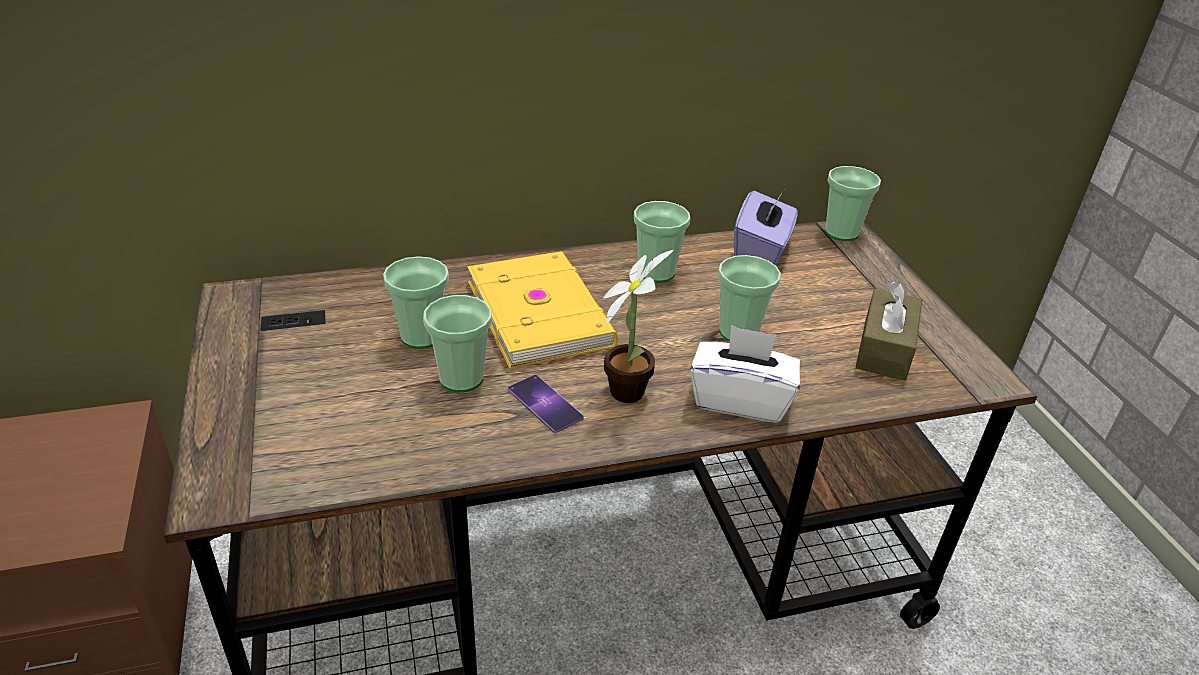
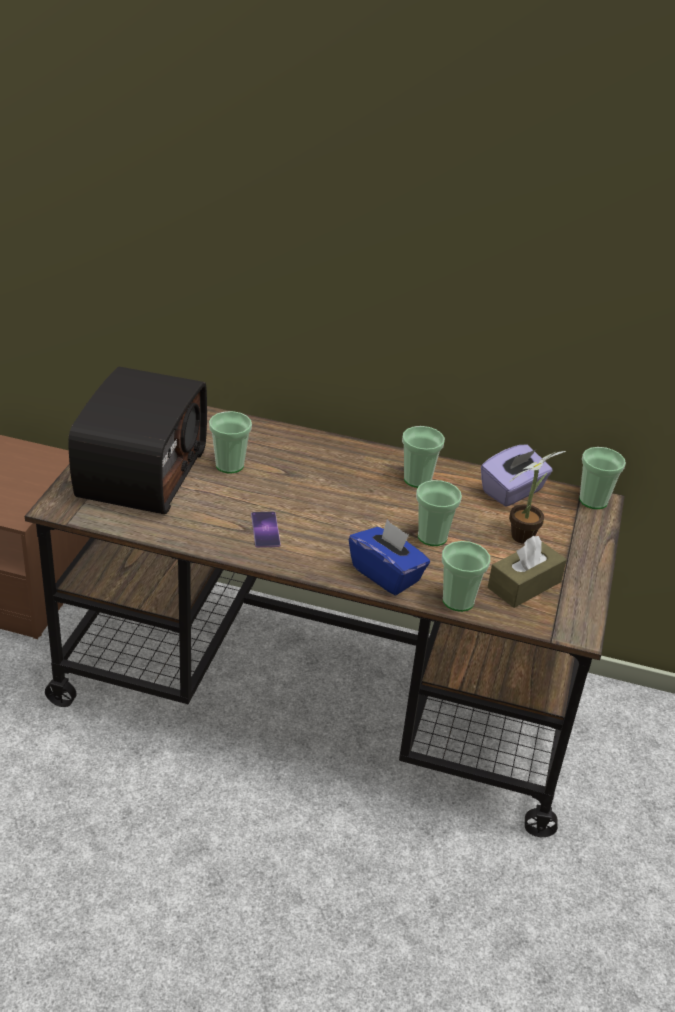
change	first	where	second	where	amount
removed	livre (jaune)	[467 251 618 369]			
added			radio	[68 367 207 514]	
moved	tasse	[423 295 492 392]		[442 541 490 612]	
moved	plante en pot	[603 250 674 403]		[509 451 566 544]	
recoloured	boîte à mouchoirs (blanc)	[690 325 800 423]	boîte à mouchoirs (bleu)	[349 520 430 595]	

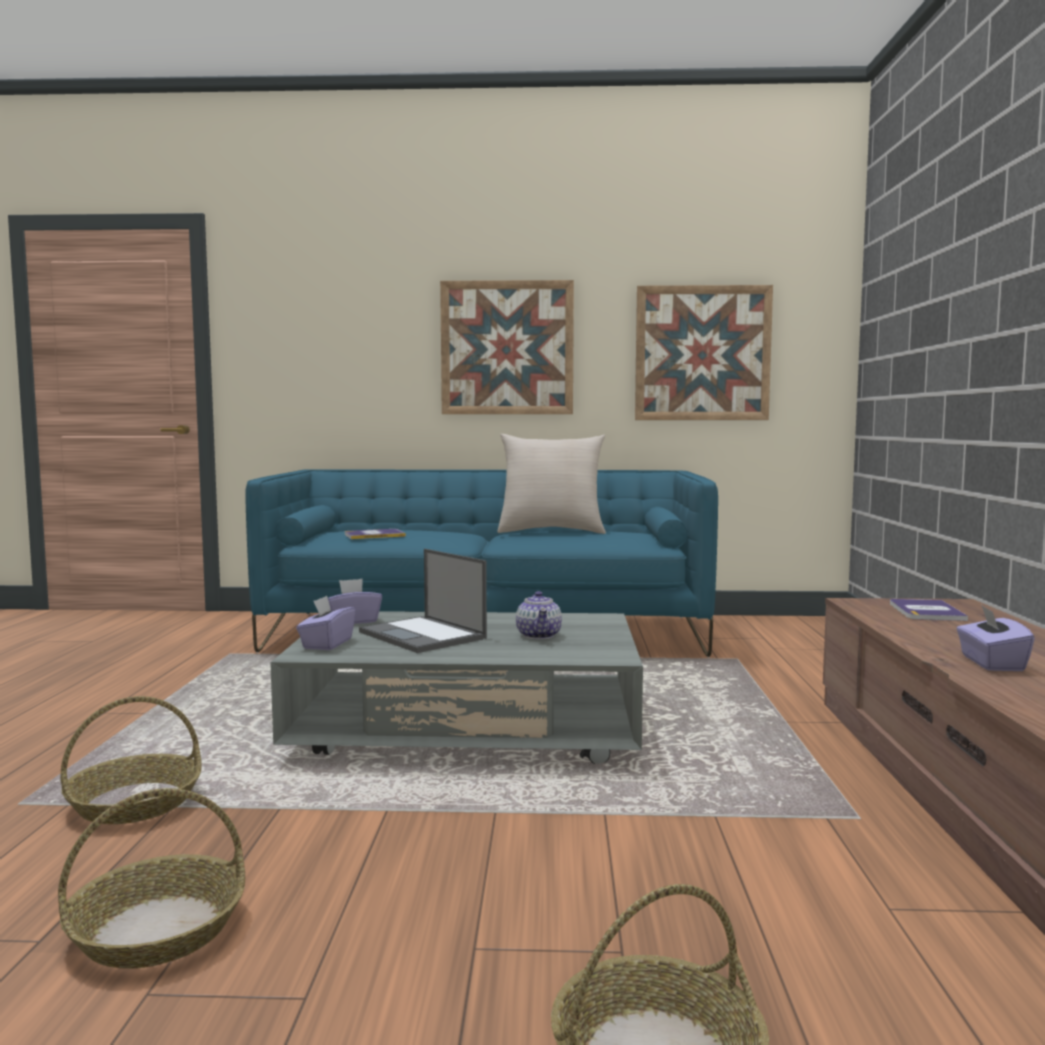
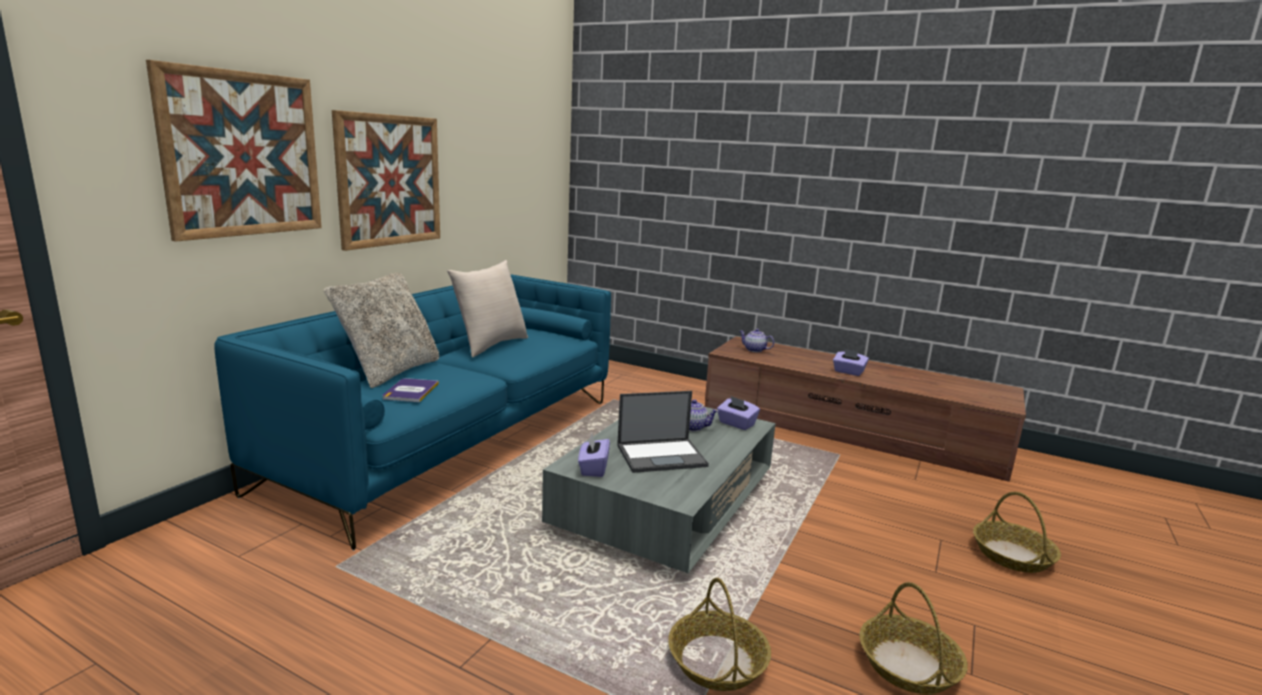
change	first	where	second	where	amount
added			coussin (beige)	[324 273 439 388]	
moved	boîte à mouchoirs (violet)	[296 596 356 650]		[717 396 760 430]	
moved	tableau	[635 285 773 420]		[146 60 322 242]	
replaced	livre	[890 599 968 621]	théière	[739 329 774 352]	

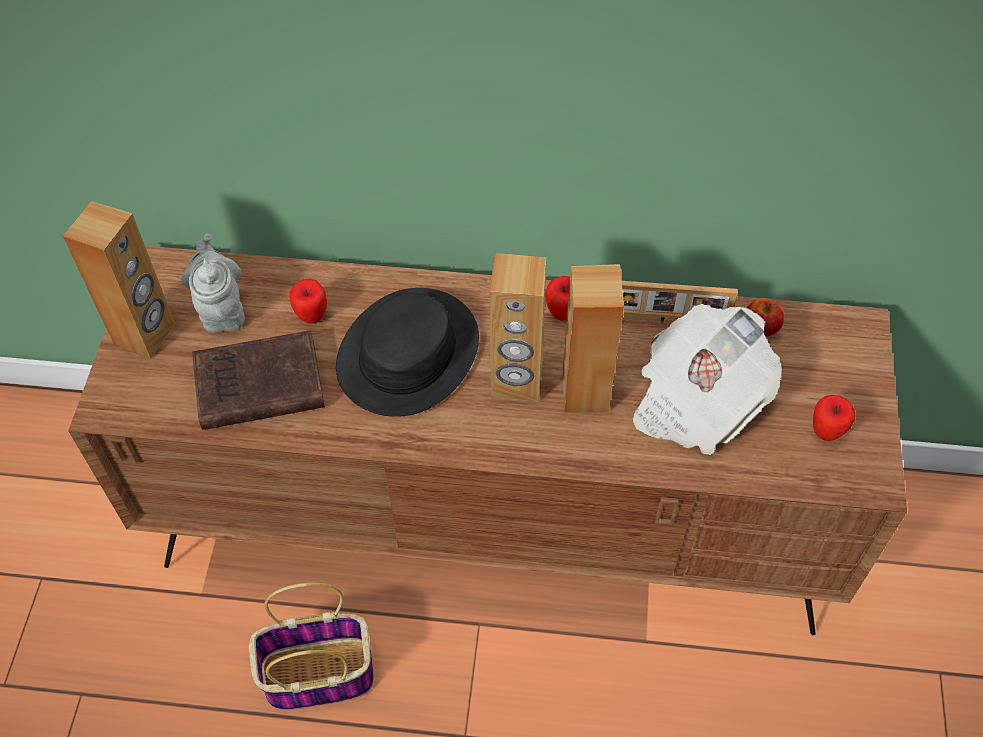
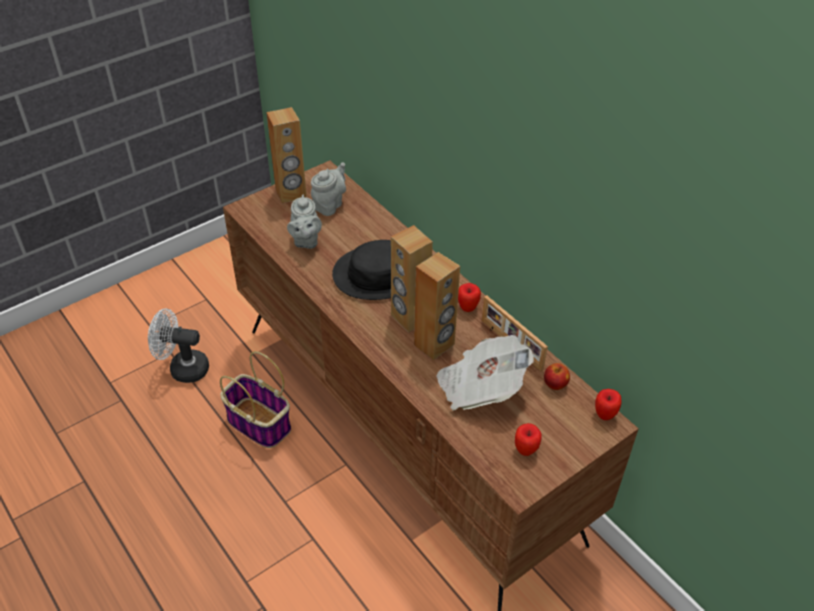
change	first	where	second	where	amount
added			ventilateur (blanc)	[148 309 209 383]	
moved	pomme	[289 279 327 324]		[595 389 622 420]	
replaced	livre (marron)	[192 330 325 430]	théière (gris)	[287 195 322 249]	

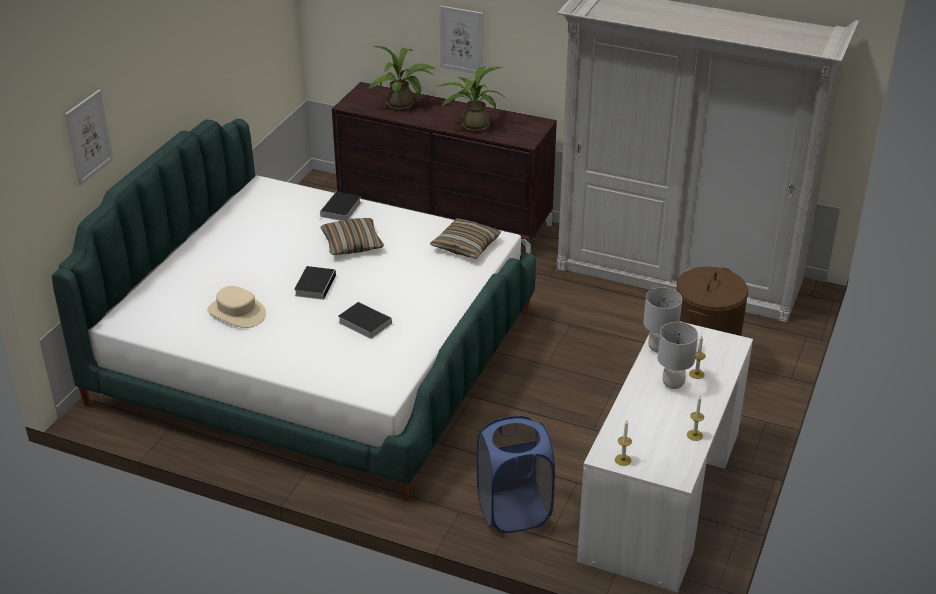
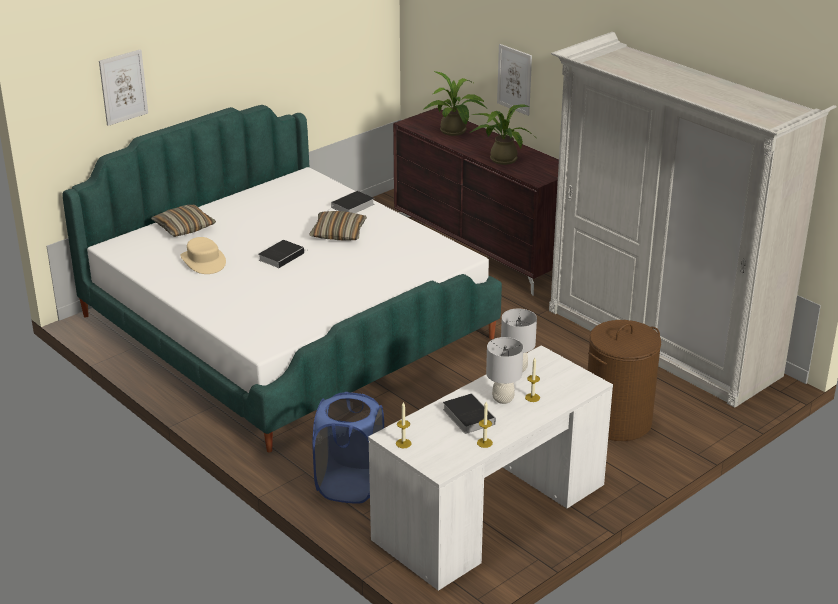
change	first	where	second	where	amount
moved	livre	[338 302 392 339]		[443 393 495 434]	
moved	coussin	[430 218 501 259]		[151 205 216 237]	

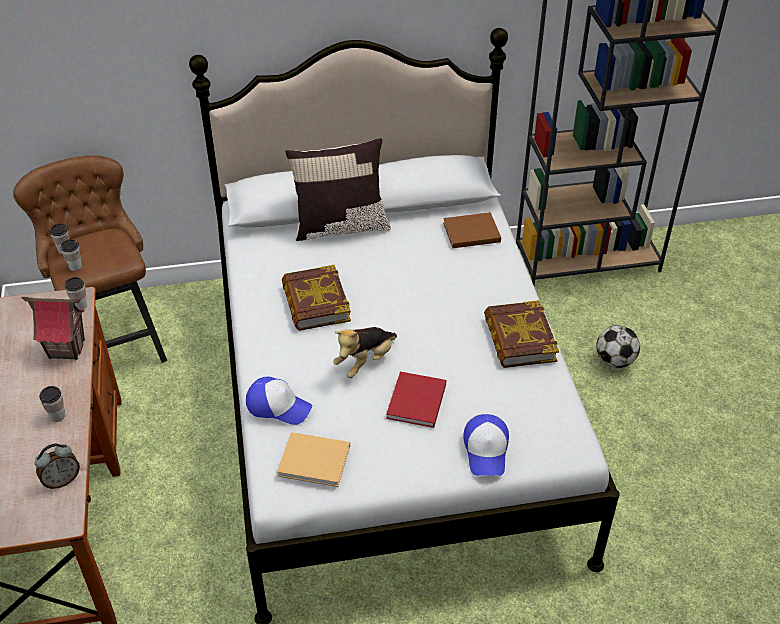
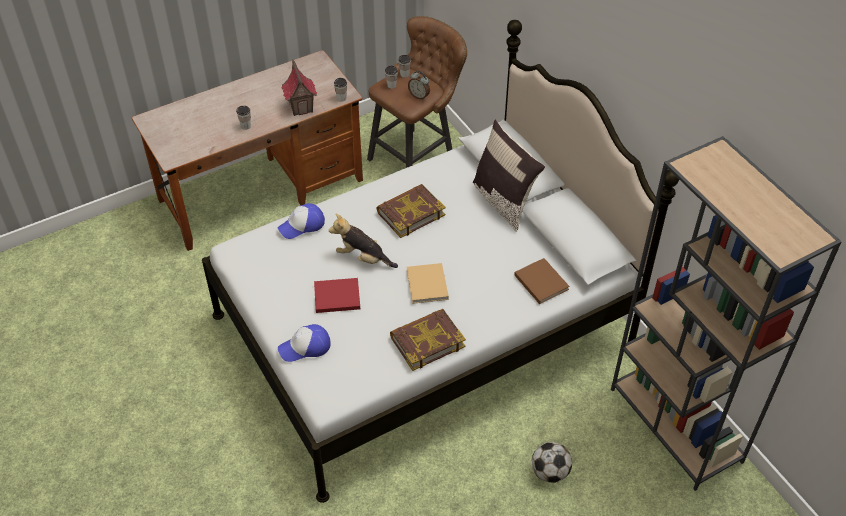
change	first	where	second	where	amount
moved	réveil	[35 444 80 489]		[408 71 430 100]	
moved	livre (beige)	[277 432 350 487]		[407 263 449 304]	
turned	casquette	[246 377 312 425]		[278 203 325 239]	60 degrees clockwise

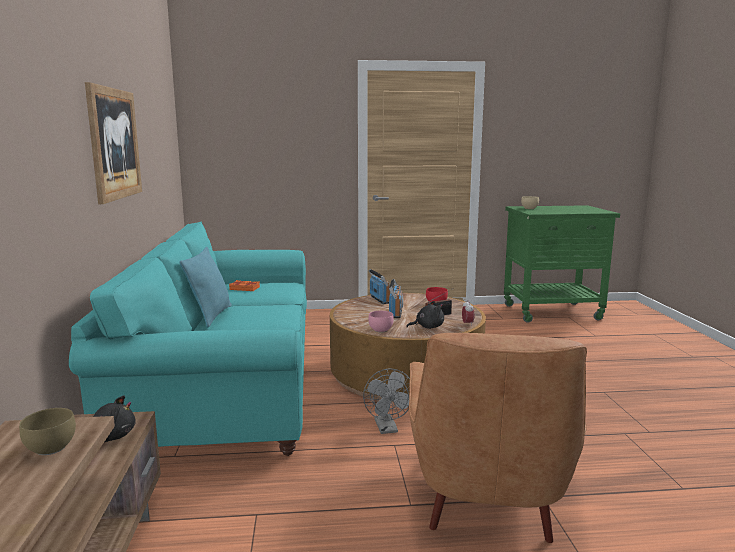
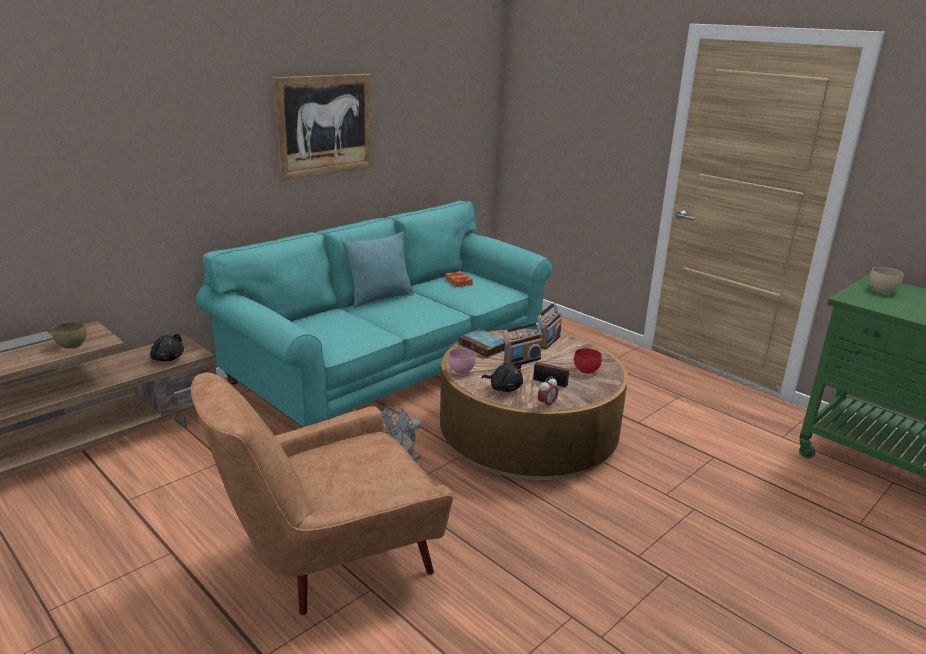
change	first	where	second	where	amount
added			livre	[459 329 505 358]	

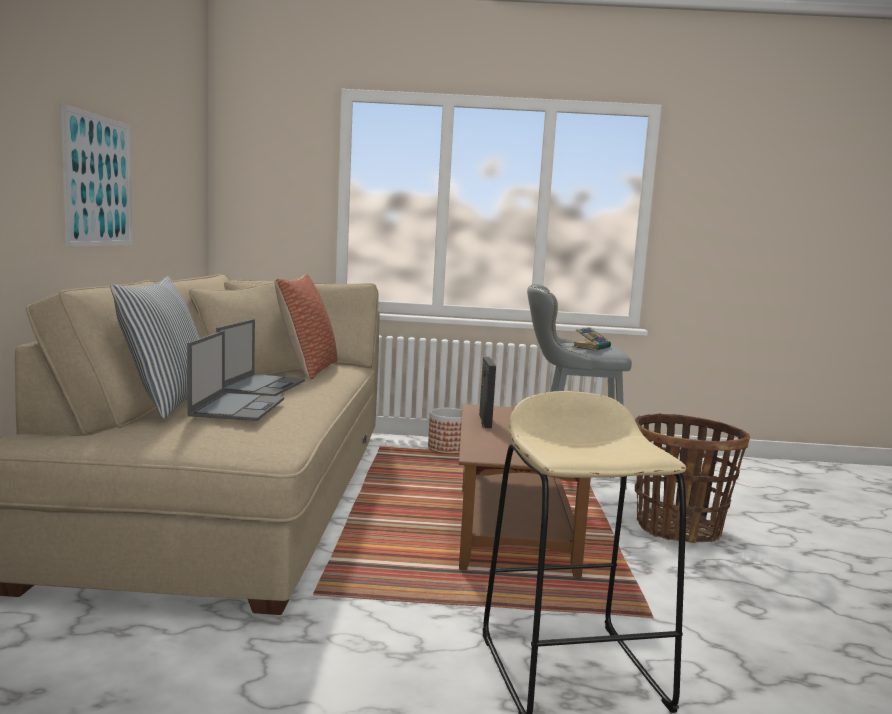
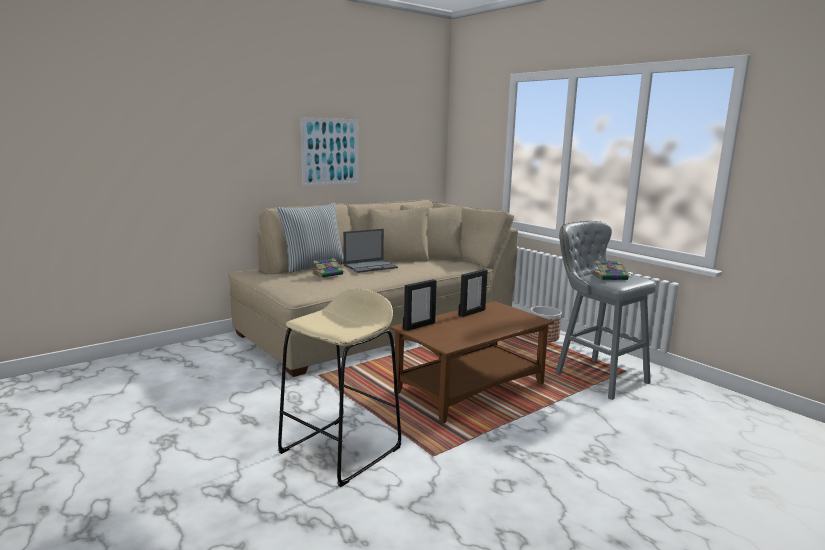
change	first	where	second	where	amount
removed	coussin	[275 274 338 380]			
removed	panier	[635 413 750 543]			
added			cadre photo	[403 279 437 331]	
replaced	ordinateur portable	[187 330 284 421]	livre	[313 258 344 278]	

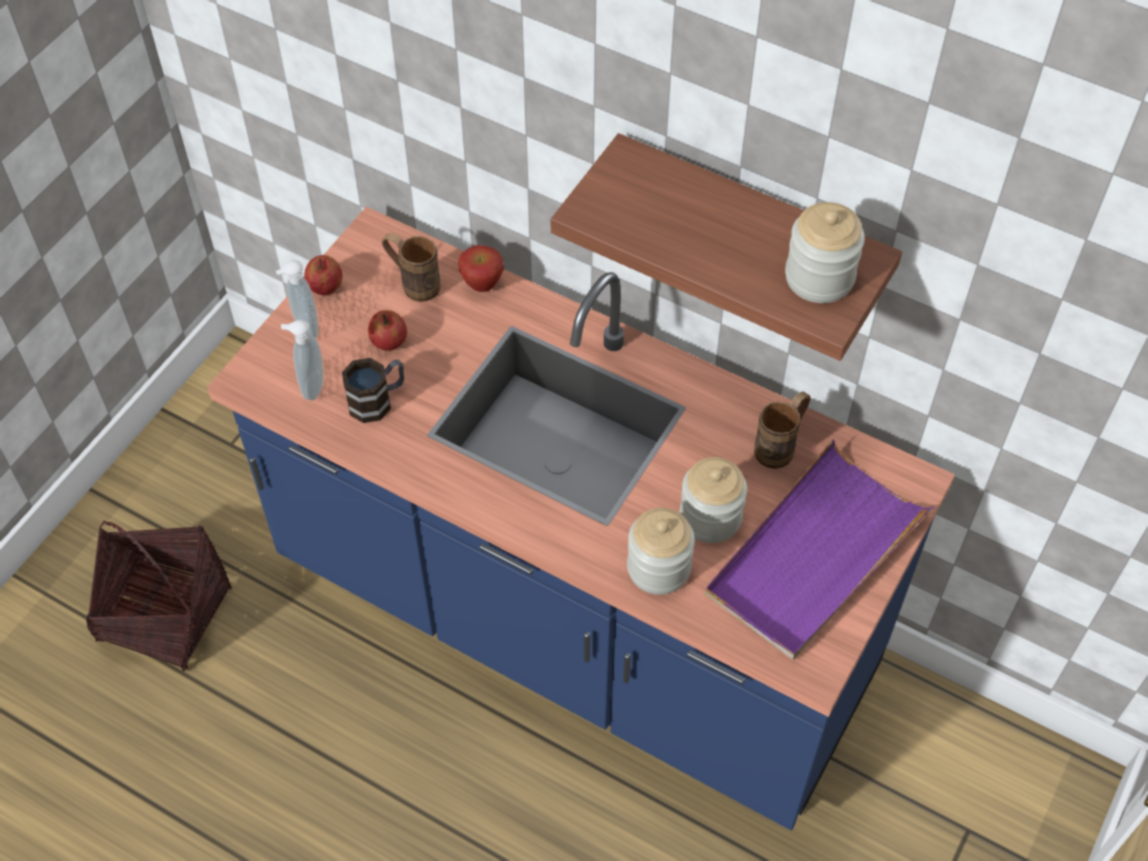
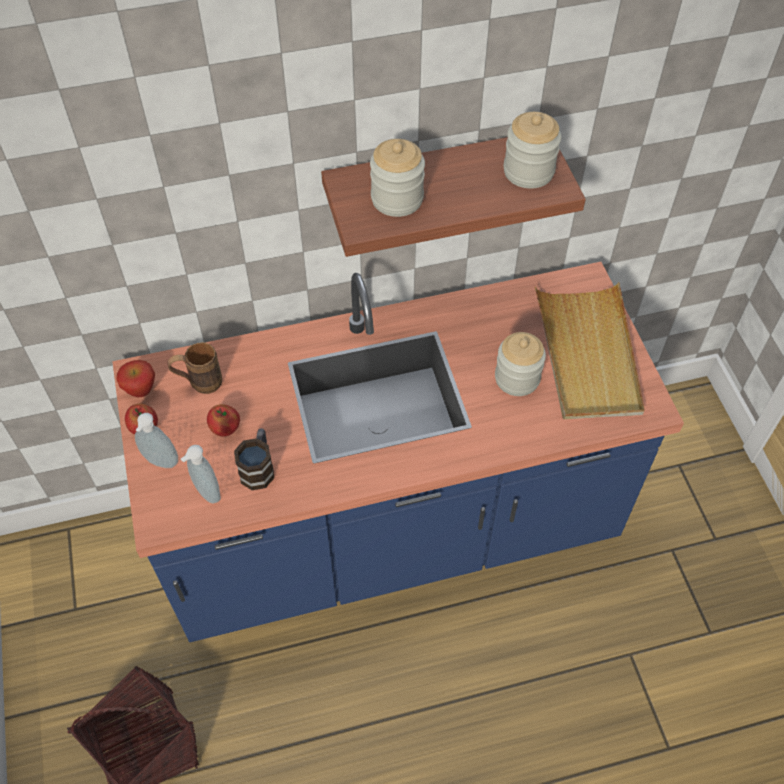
change	first	where	second	where	amount
removed	mug (marron)	[754 391 811 469]			
moved	pomme	[458 245 504 292]		[116 360 155 398]	
moved	bocal	[627 508 695 595]		[370 139 425 217]	
recoloured	plateau (violet)	[705 439 934 660]	plateau (beige)	[535 282 644 419]	

